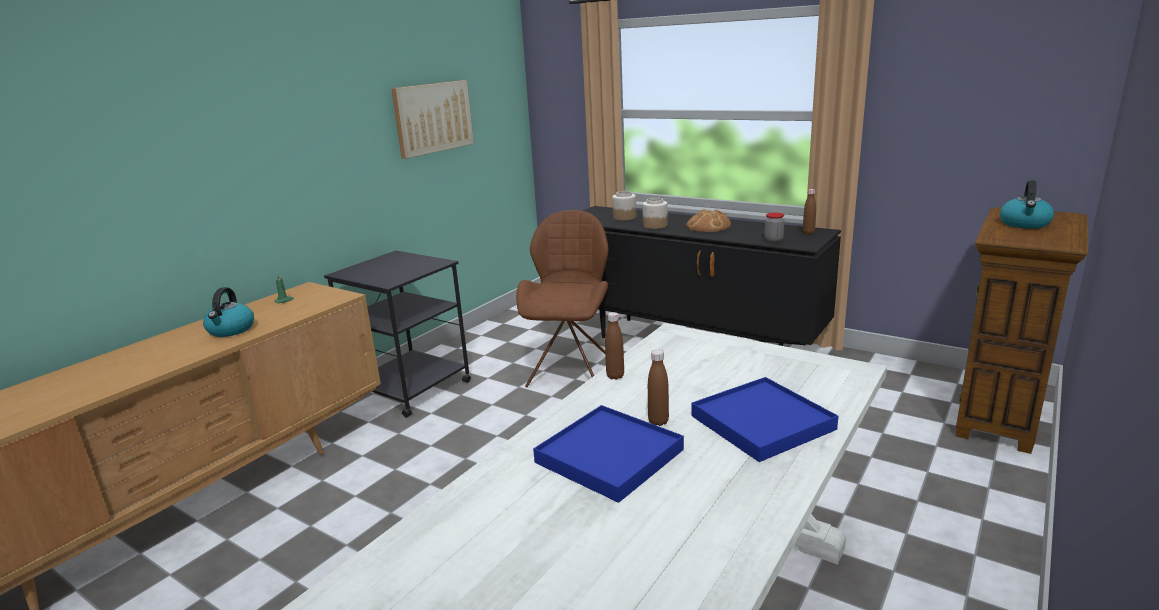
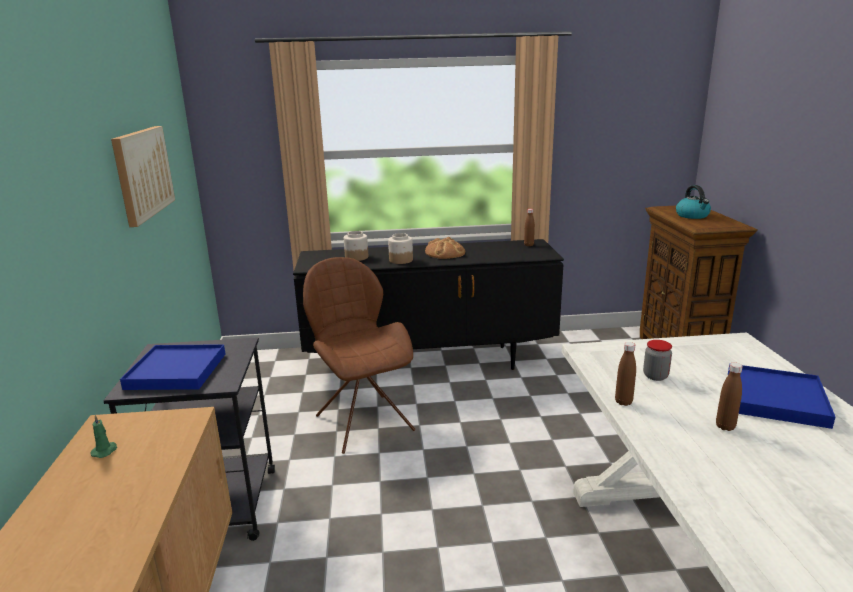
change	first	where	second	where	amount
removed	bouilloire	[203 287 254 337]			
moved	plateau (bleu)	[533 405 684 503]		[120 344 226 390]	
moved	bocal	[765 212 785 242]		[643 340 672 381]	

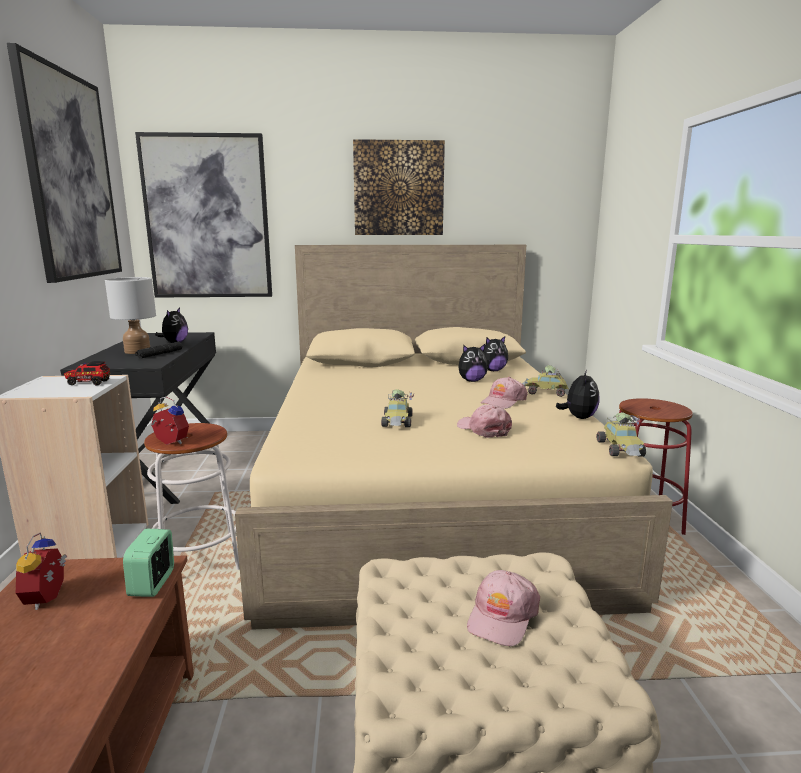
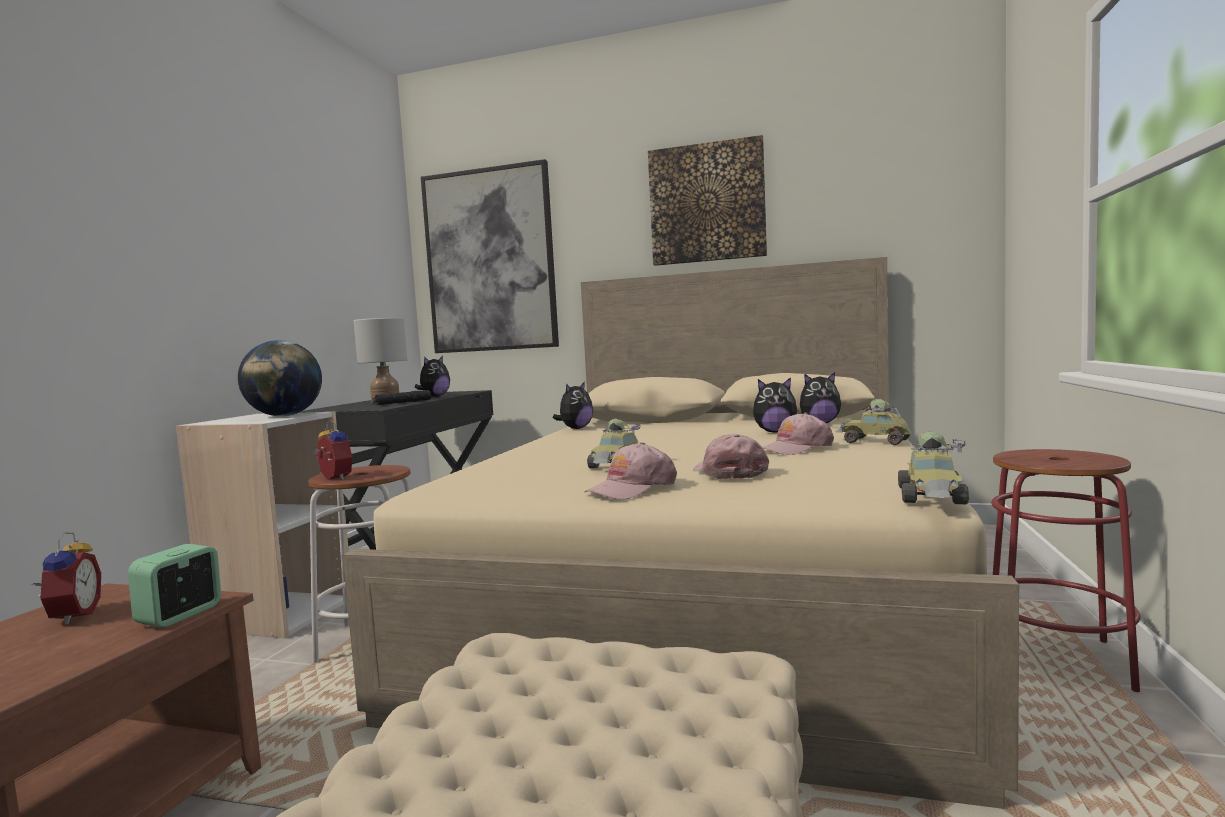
change	first	where	second	where	amount
removed	tableau	[7 43 122 283]			
moved	casquette (rose)	[467 570 540 646]		[585 442 677 500]	
moved	peluche	[556 370 600 419]		[553 382 593 429]	
replaced	camion jouet	[64 361 110 385]	globe	[238 340 322 416]	
turned	réveil	[16 532 67 610]		[31 532 101 625]	150 degrees clockwise

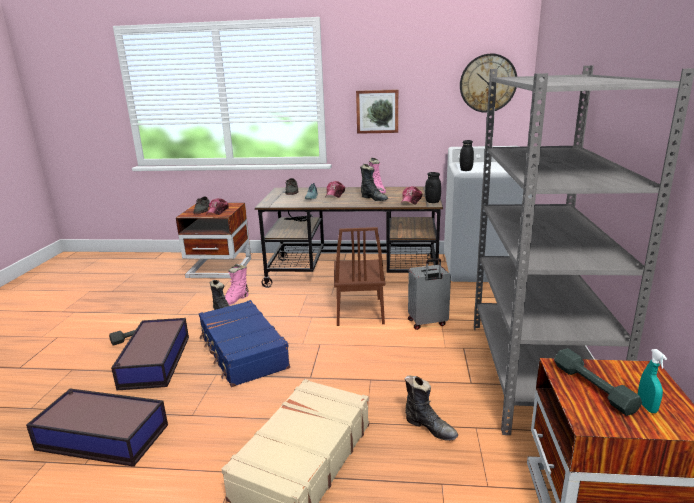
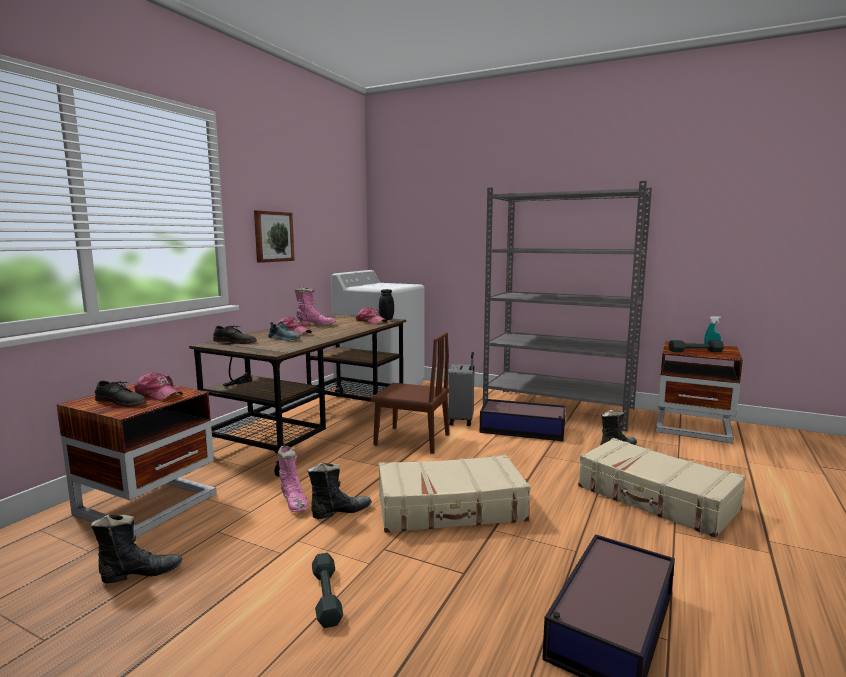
change	first	where	second	where	amount
removed	horloge murale	[460 54 517 113]			
removed	bocal (noir)	[460 140 474 171]			
moved	boîte de rangement	[111 318 189 390]		[480 399 566 441]	
moved	botte (noir)	[360 164 388 201]		[91 514 182 583]	
recoloured	valise (bleu)	[199 300 290 387]	valise (beige)	[379 455 530 533]	

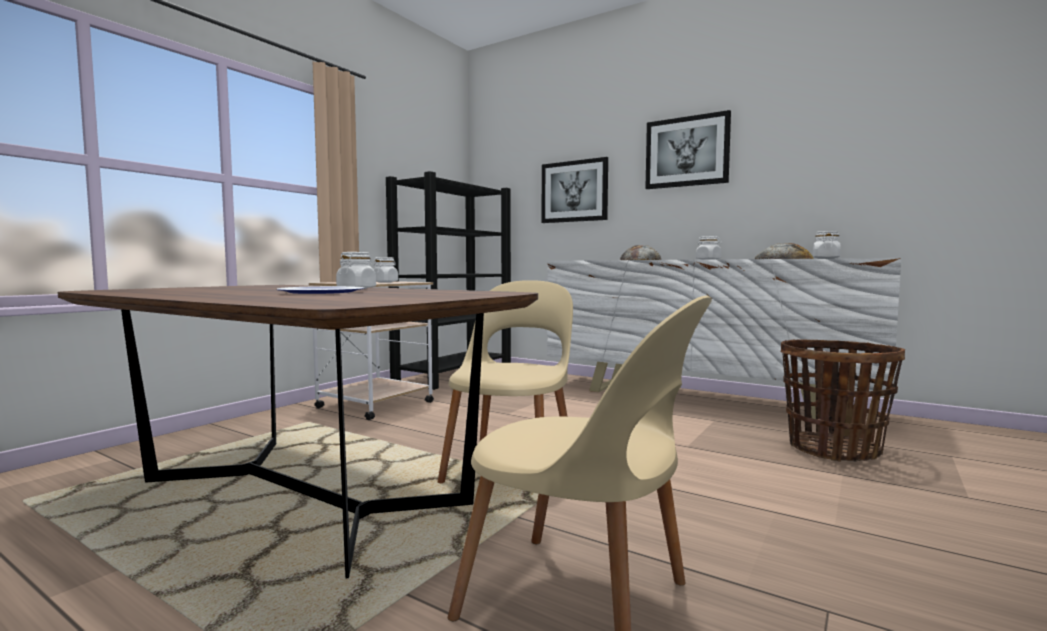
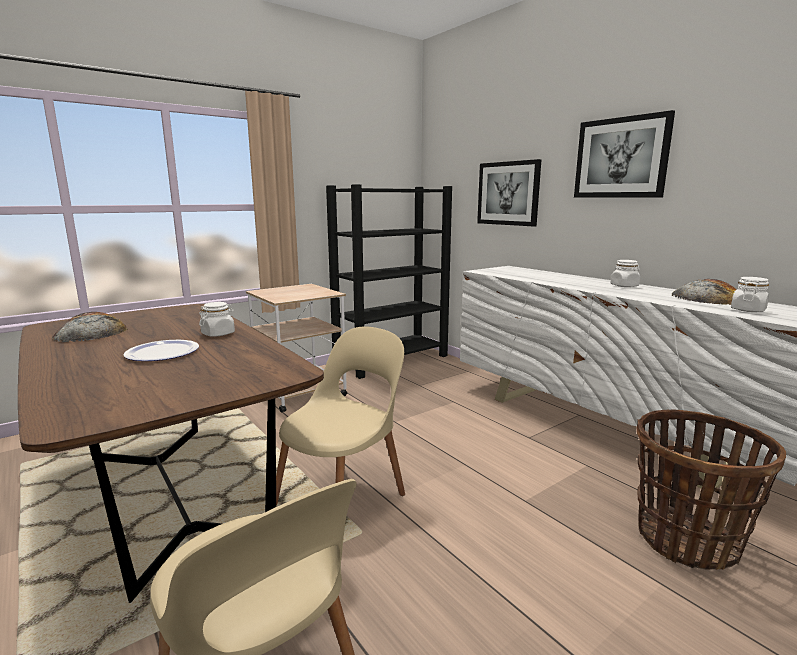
change	first	where	second	where	amount
removed	bocal (blanc)	[373 257 398 283]			
moved	pain	[620 245 662 260]		[52 312 128 342]	

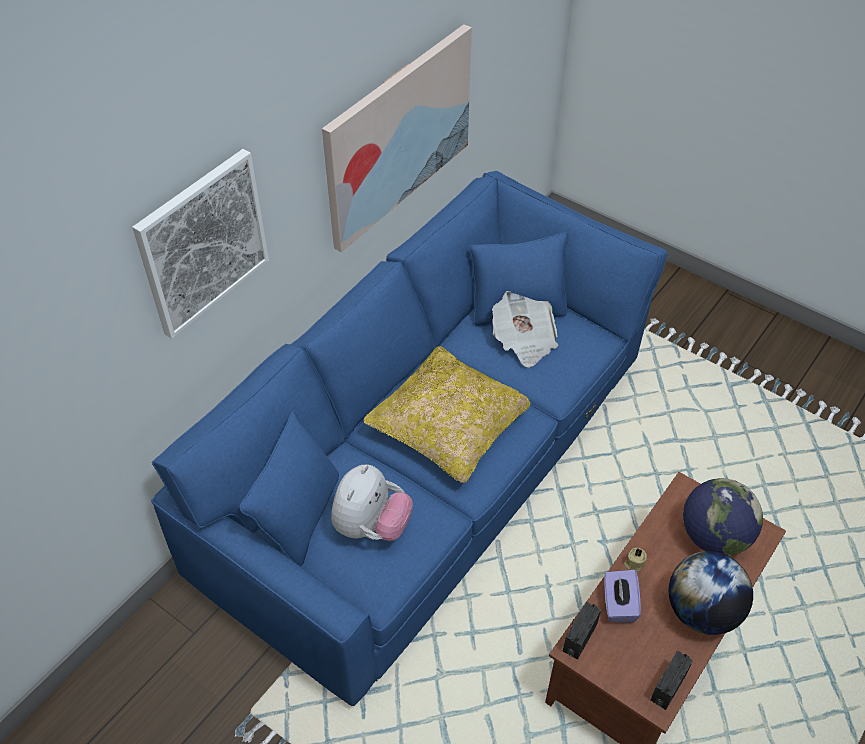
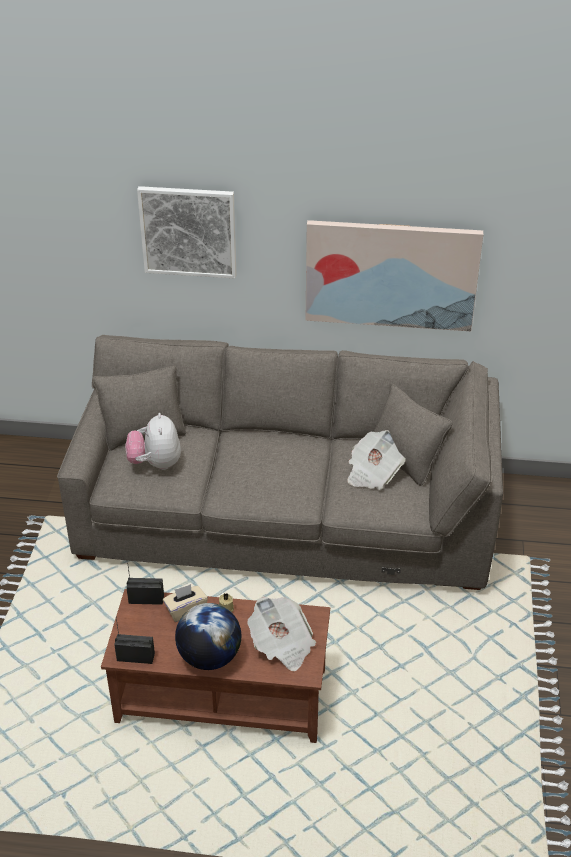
change	first	where	second	where	amount
removed	coussin (jaune)	[364 346 531 483]			
replaced	globe	[683 478 763 556]	journal	[247 597 316 671]	
recoloured	canapé (bleu)	[151 171 667 706]	canapé (gris)	[57 335 503 590]	
recoloured	boîte à mouchoirs (violet)	[604 570 641 623]	boîte à mouchoirs (beige)	[163 584 208 622]	
turned	peluche	[331 465 413 541]		[126 413 181 470]	90 degrees clockwise

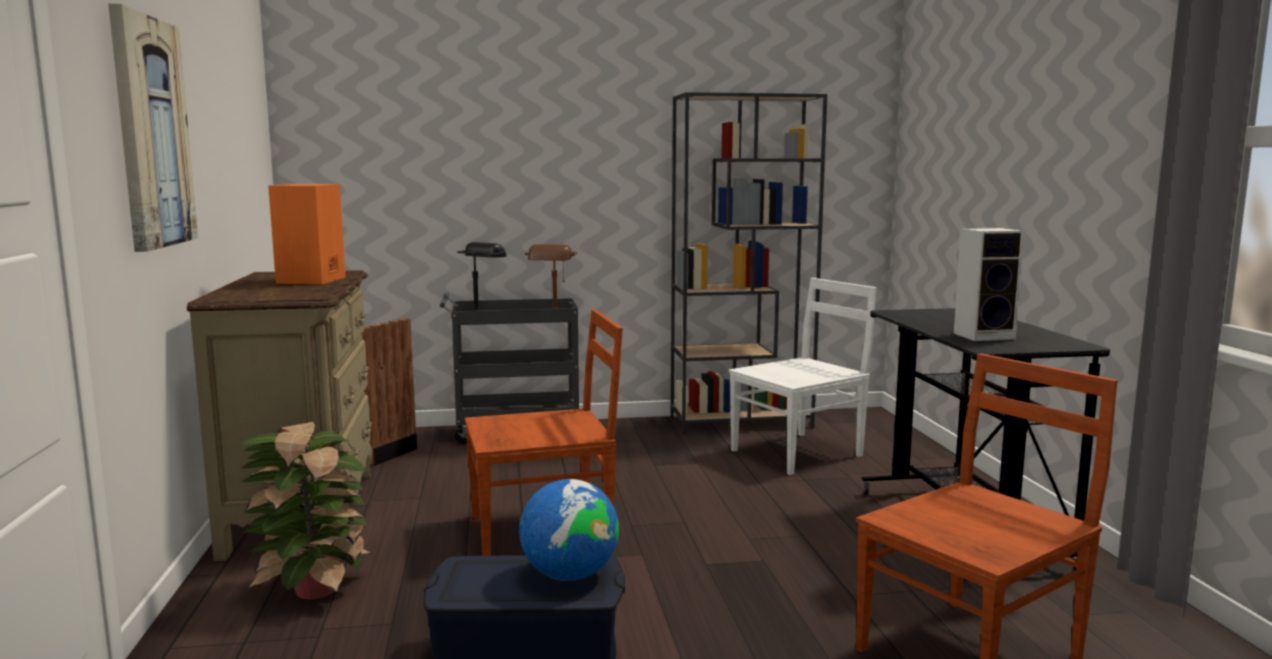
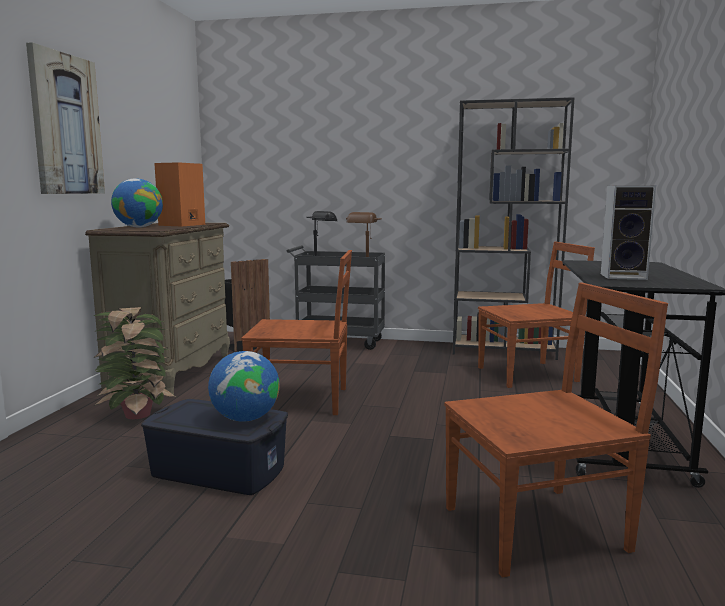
change	first	where	second	where	amount
added			globe	[111 178 163 227]	
recoloured	chaise (blanc)	[729 278 876 475]	chaise (marron)	[478 242 595 388]	

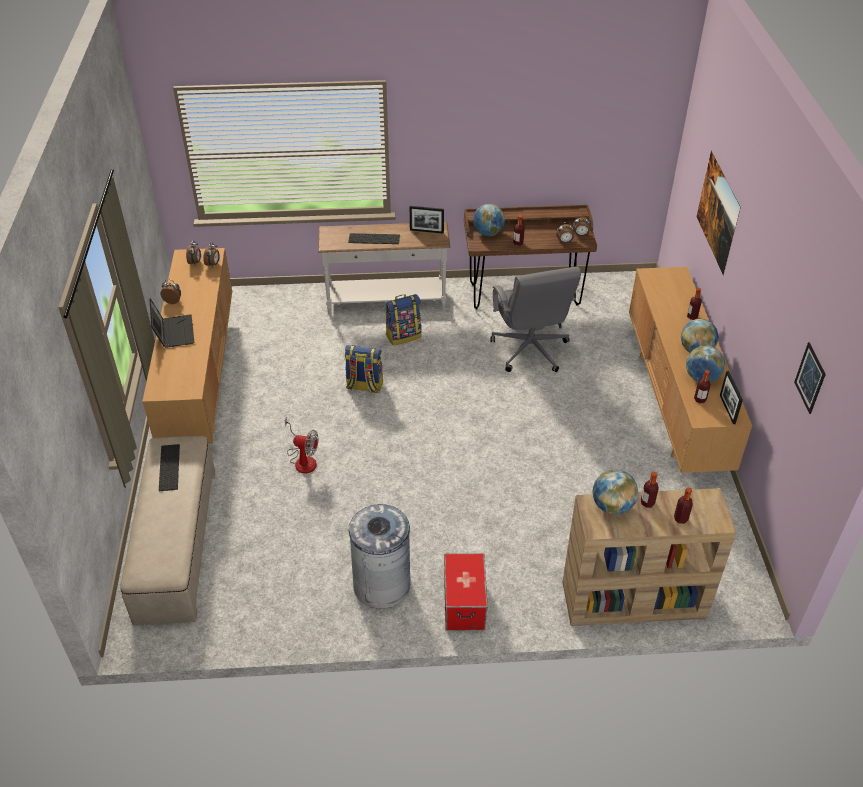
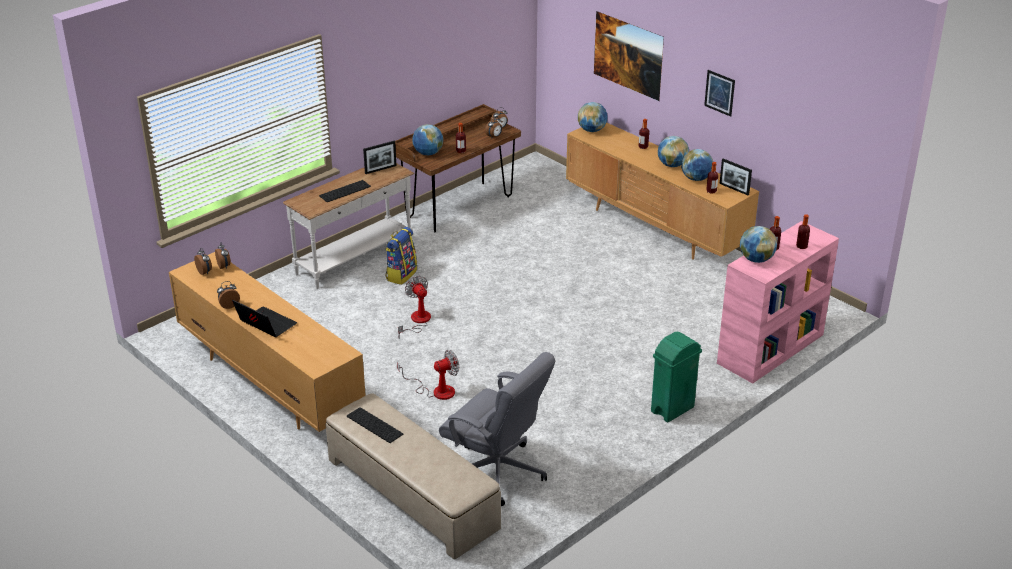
change	first	where	second	where	amount
removed	poubelle (gris)	[349 504 410 609]			
added			globe	[578 102 607 132]	
moved	chaise de bureau (gris)	[491 266 581 372]		[439 352 555 506]	
moved	tableau	[794 342 826 414]		[704 70 735 117]	
replaced	sac à dos	[345 345 383 393]	ventilateur	[398 276 431 338]	
replaced	boîte de rangement	[444 553 488 631]	poubelle (vert)	[651 332 702 422]	
recoloured	bibliothèque (marron)	[562 488 737 626]	bibliothèque (rose)	[717 221 839 384]	

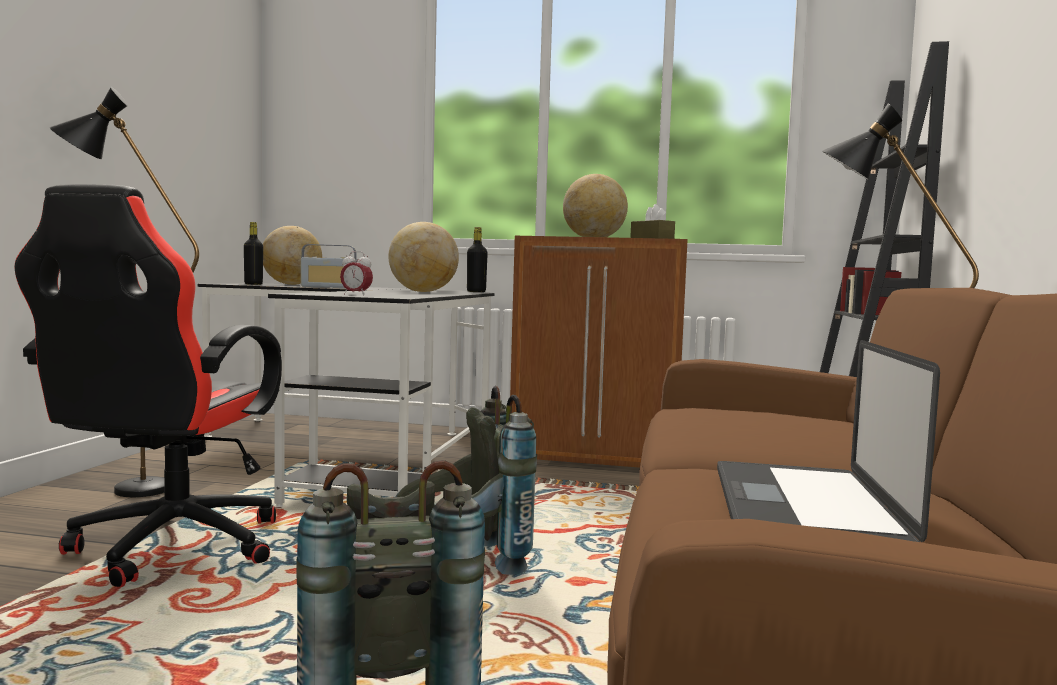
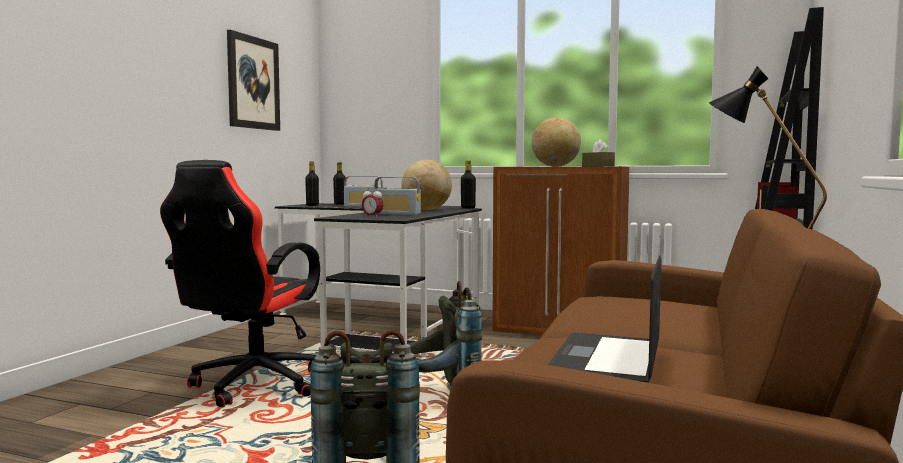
change	first	where	second	where	amount
removed	lampadaire (noir)	[50 87 199 497]			
added			tableau	[227 30 280 131]	
added			radio	[374 177 421 215]	
replaced	globe	[263 226 322 285]	bouteille (noir)	[333 162 346 205]	

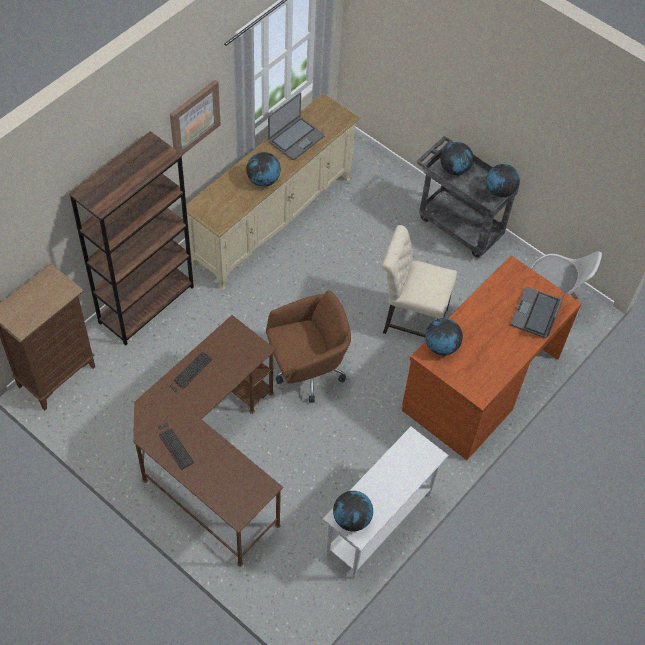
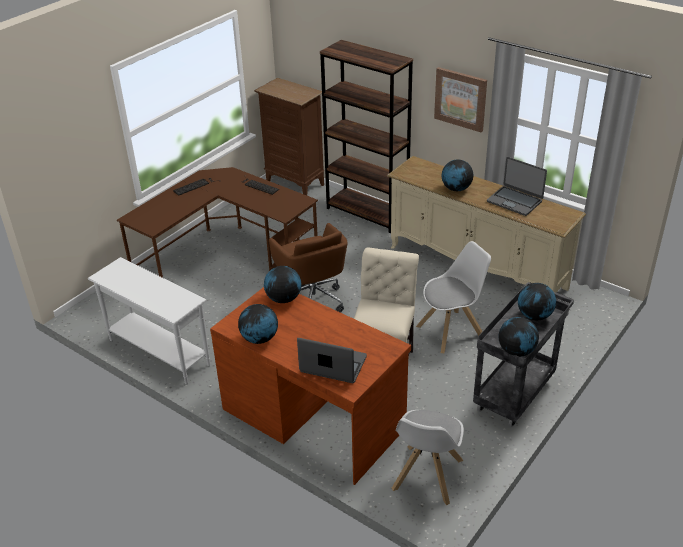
change	first	where	second	where	amount
added			chaise	[416 241 491 353]	
moved	globe	[333 491 373 531]		[238 304 278 344]	

